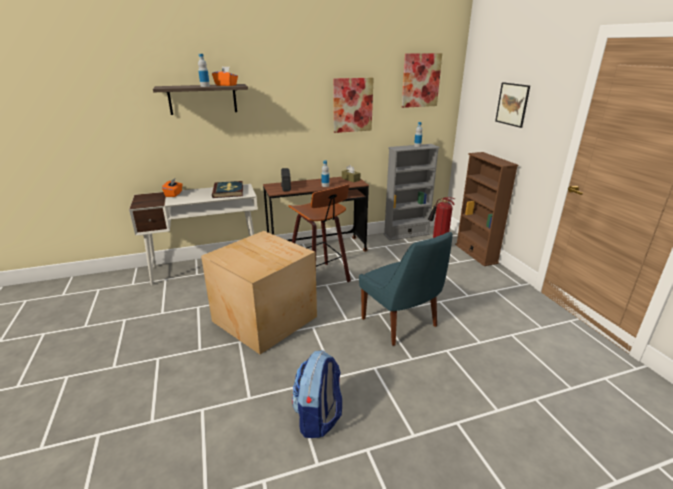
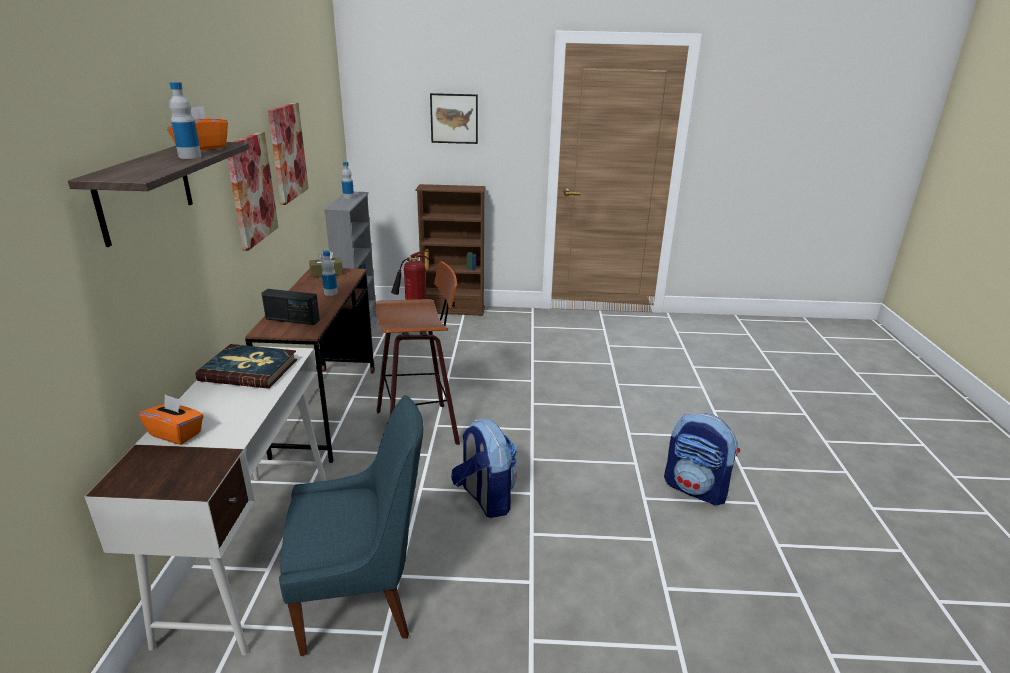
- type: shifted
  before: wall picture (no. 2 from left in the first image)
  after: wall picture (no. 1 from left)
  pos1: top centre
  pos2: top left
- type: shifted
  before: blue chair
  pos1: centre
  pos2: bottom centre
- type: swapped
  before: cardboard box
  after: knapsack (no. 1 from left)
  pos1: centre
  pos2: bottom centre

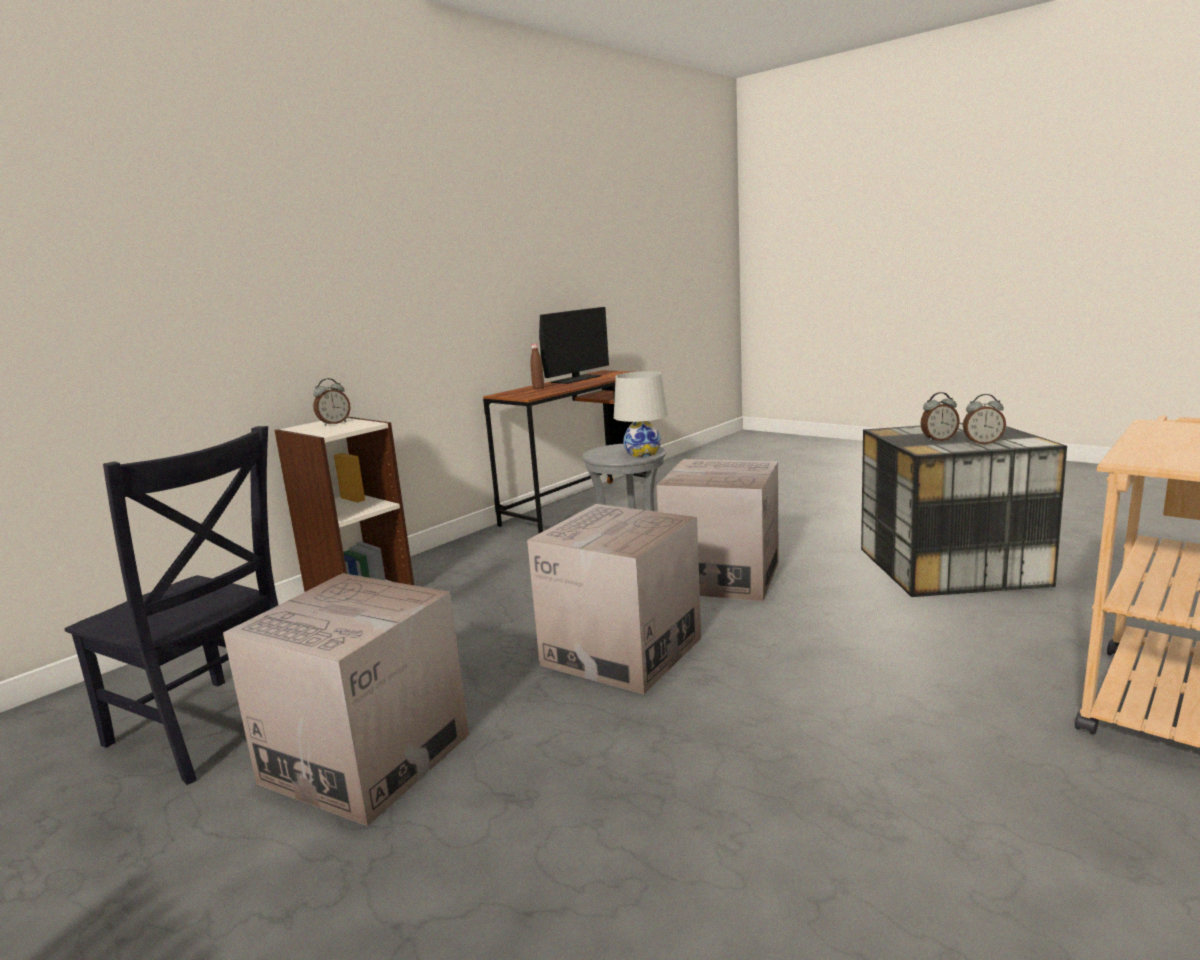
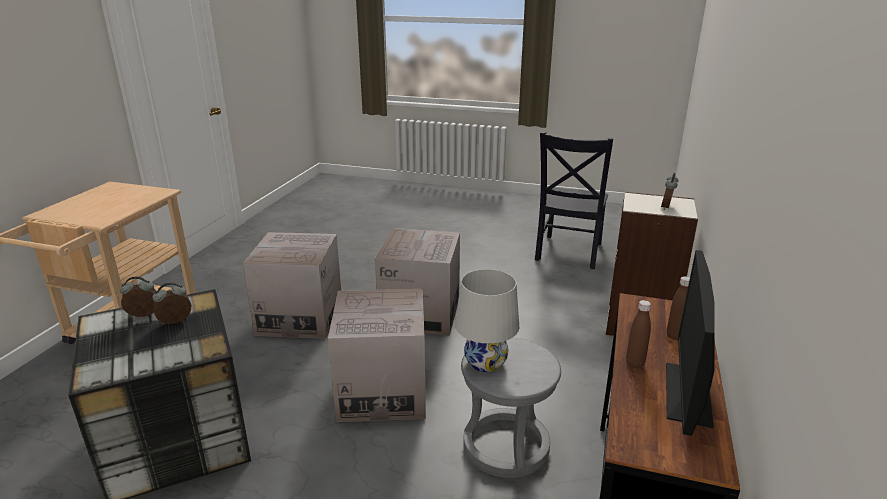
- type: shifted
  before: cardboard box (no. 1 from left)
  pos1: bottom left
  pos2: middle left
- type: rotated
  before: black-coloured chair
  pos1: middle left
  pos2: centre
  turn: -75
- type: new
  after: brown drink bottle (no. 1 from left)
  pos2: bottom right

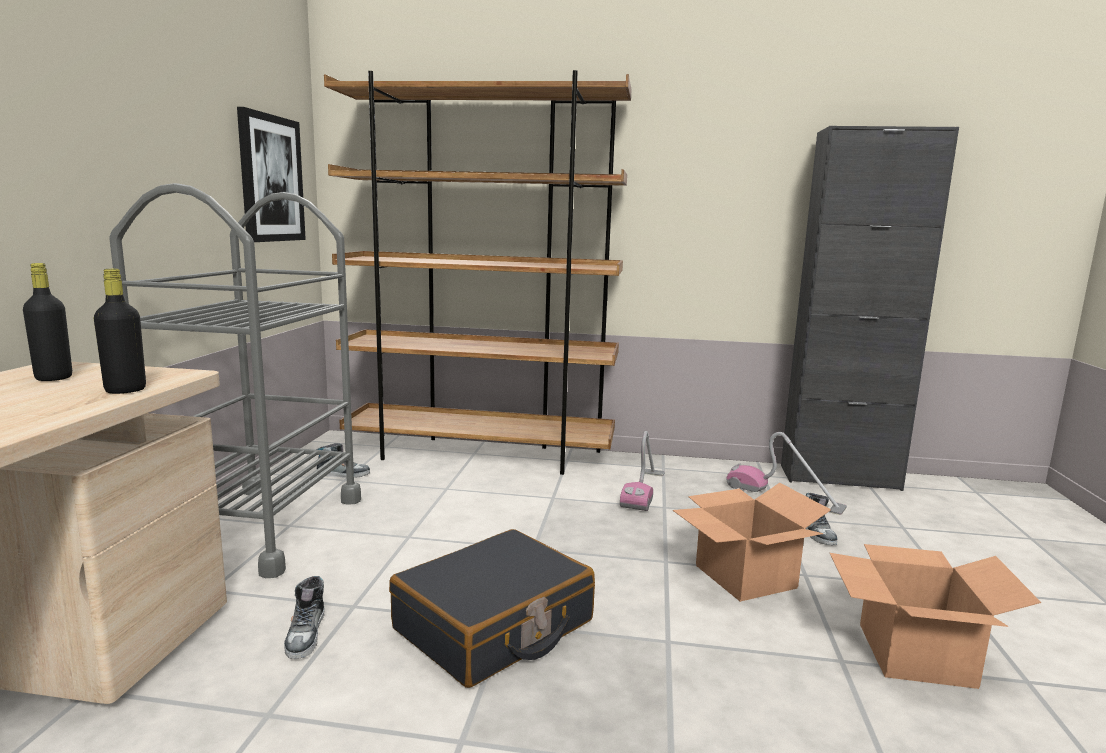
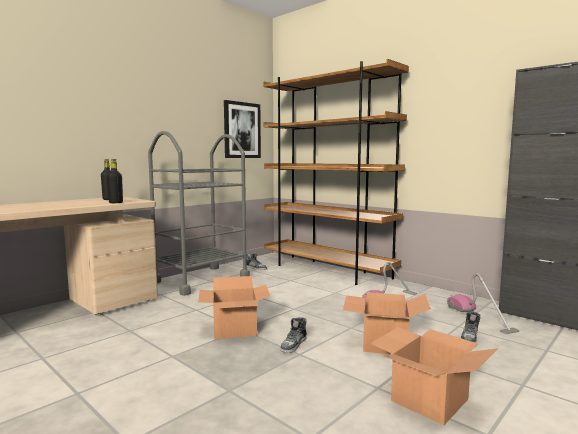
- type: swapped
  before: black-coloured piece of luggage
  after: cardboard box (no. 1 from left)
  pos1: bottom centre
  pos2: bottom centre
- type: shifted
  before: low shoe (no. 1 from left in the first image)
  after: low shoe (no. 2 from left)
  pos1: bottom left
  pos2: bottom centre

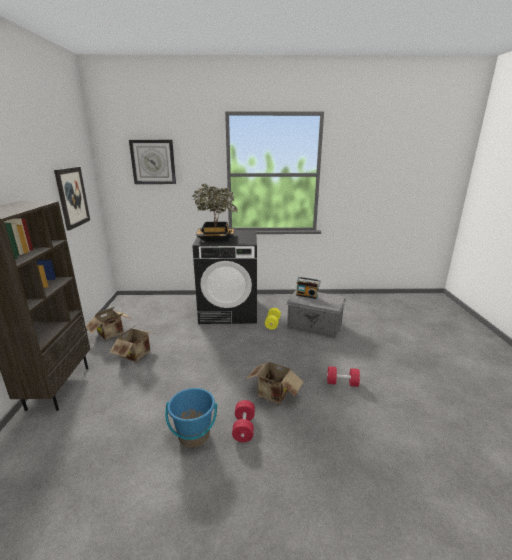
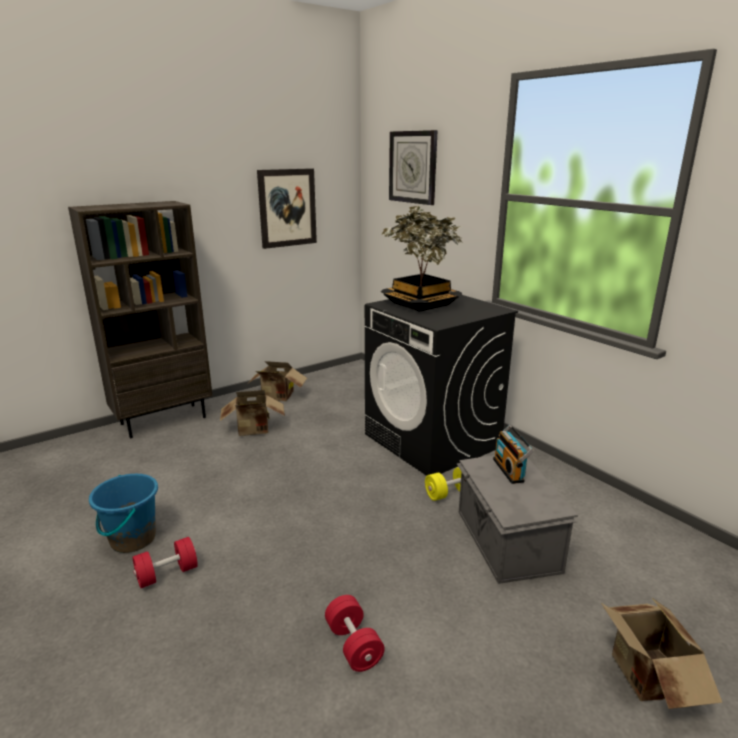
- type: shifted
  before: cardboard box (no. 3 from left)
  pos1: bottom centre
  pos2: bottom right

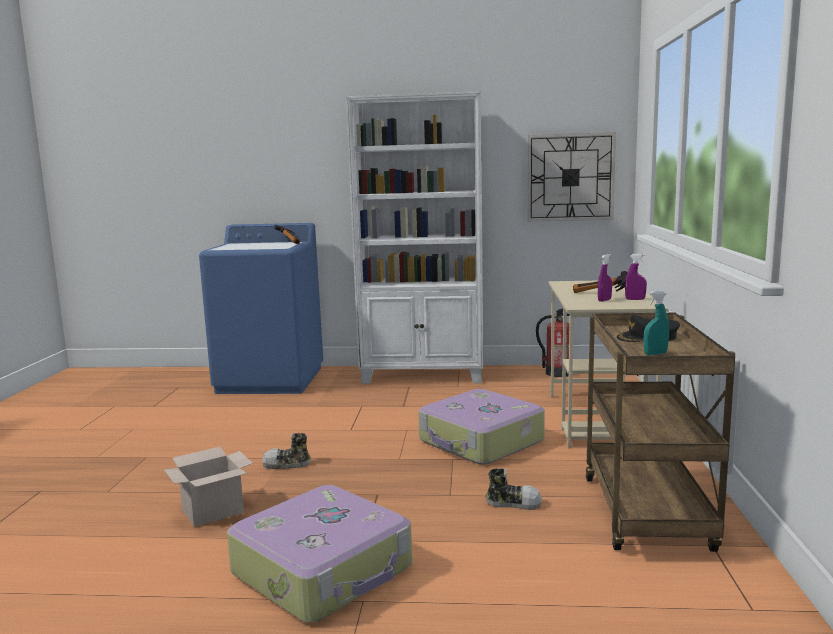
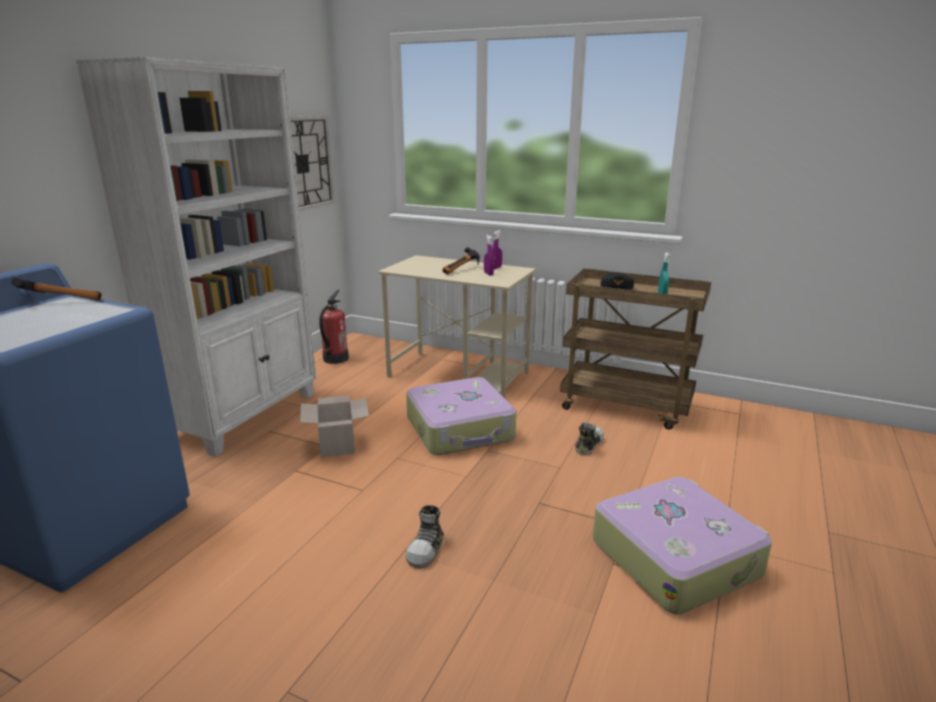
- type: shifted
  before: cardboard box
  pos1: bottom left
  pos2: centre

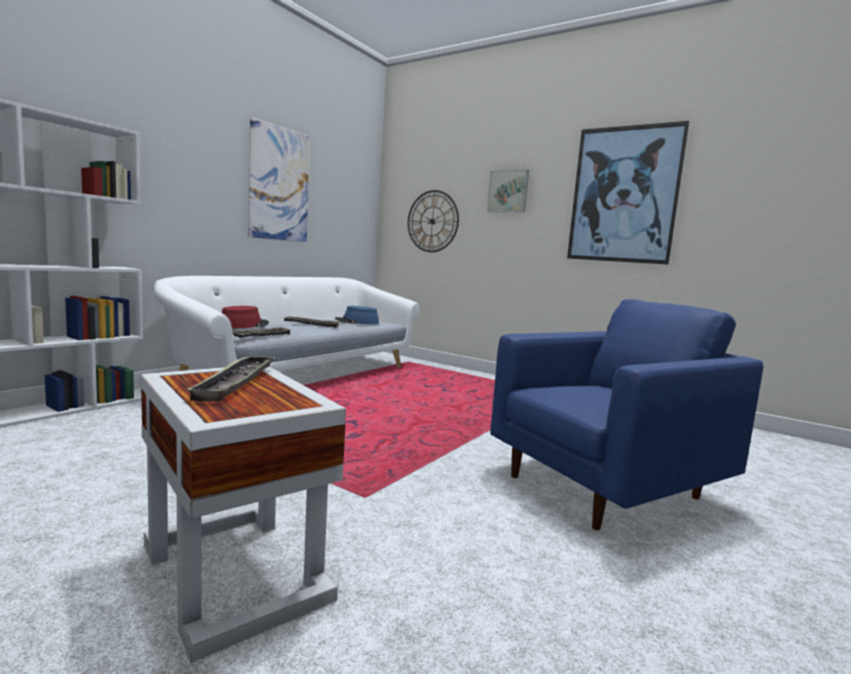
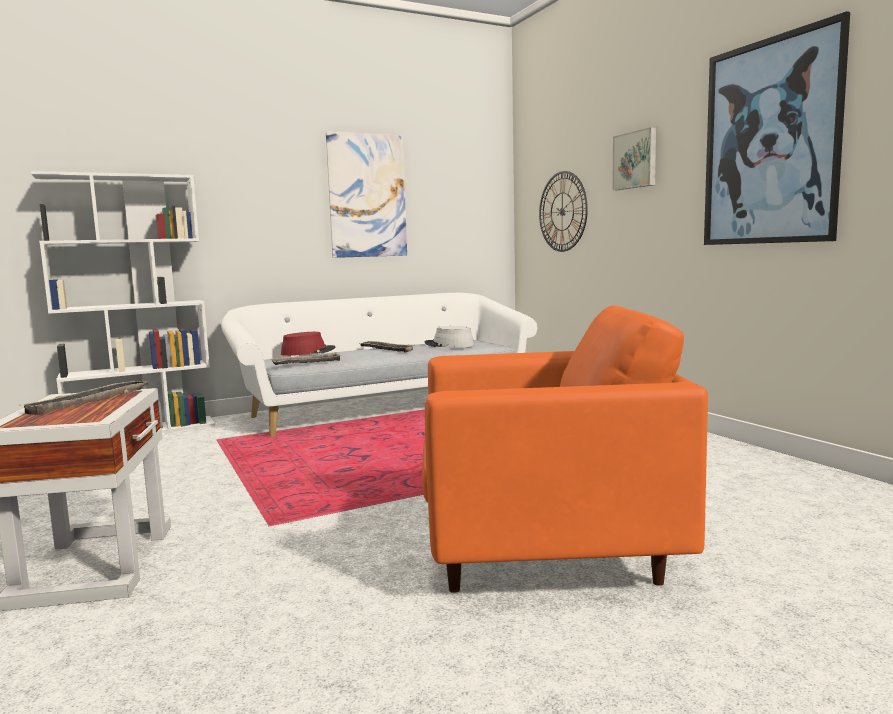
- type: repainted
  before: blue easy chair
  after: orange-coloured easy chair
  pos1: middle right
  pos2: centre
- type: repainted
  before: blue clothing hat
  after: grey clothing hat
  pos1: centre
  pos2: centre

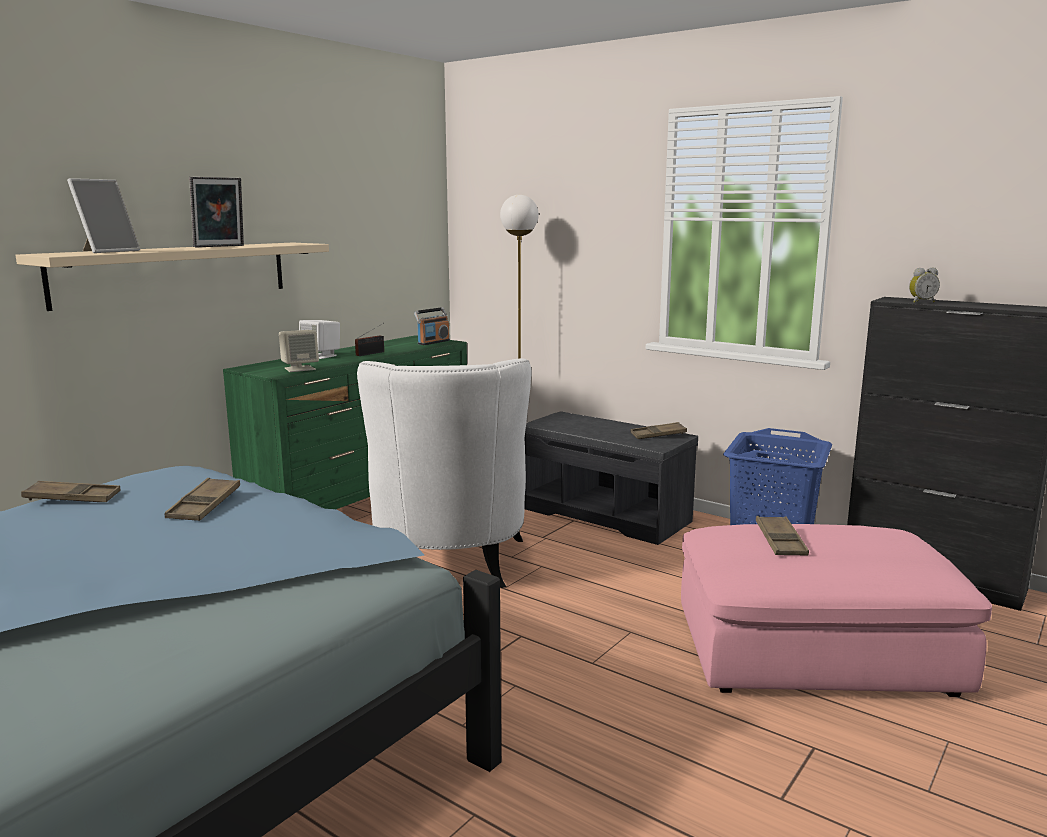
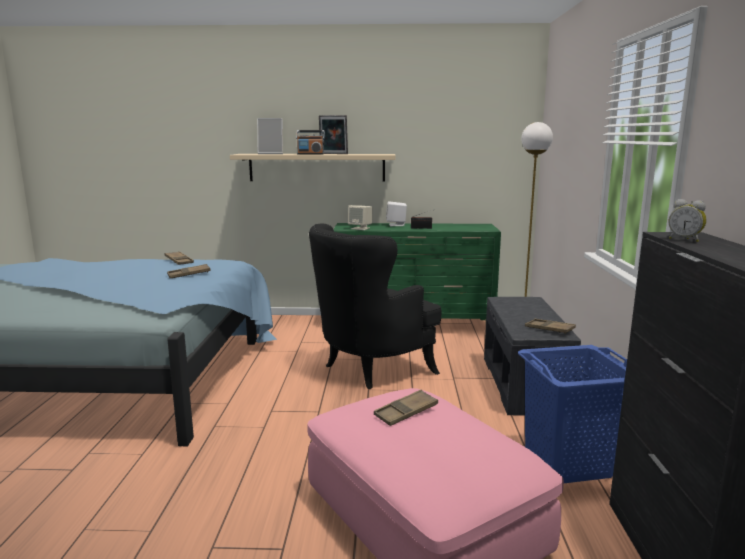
- type: shifted
  before: radio receiver (no. 2 from left in the first image)
  after: radio receiver (no. 1 from left)
  pos1: centre
  pos2: top centre
- type: repainted
  before: white-coloured easy chair
  after: black-coloured easy chair
  pos1: centre
  pos2: centre

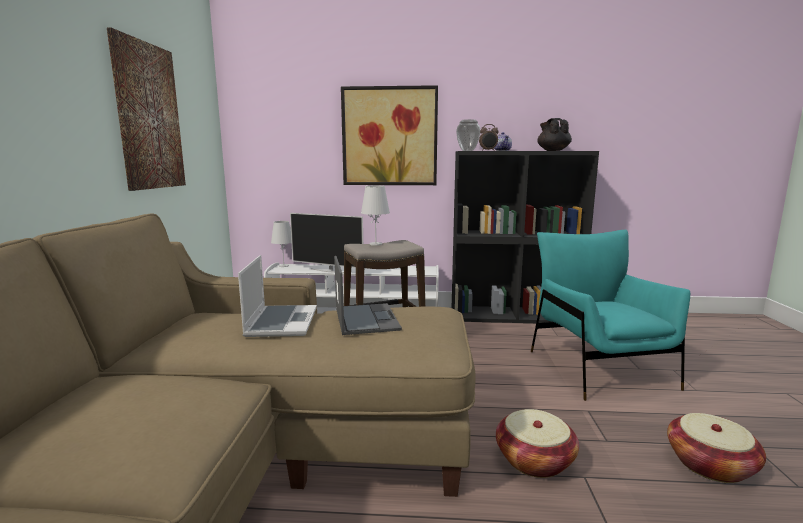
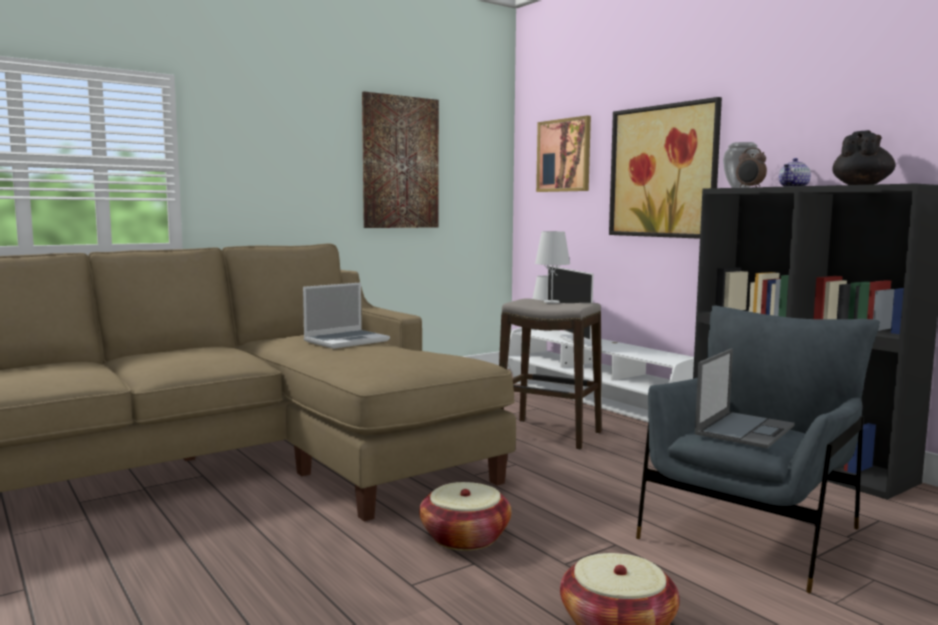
- type: new
  after: wall picture (no. 2 from left)
  pos2: top centre
- type: repainted
  before: turquoise-coloured easy chair
  after: grey easy chair
  pos1: middle right
  pos2: bottom right
- type: shifted
  before: laptop (no. 2 from left)
  pos1: centre
  pos2: middle right

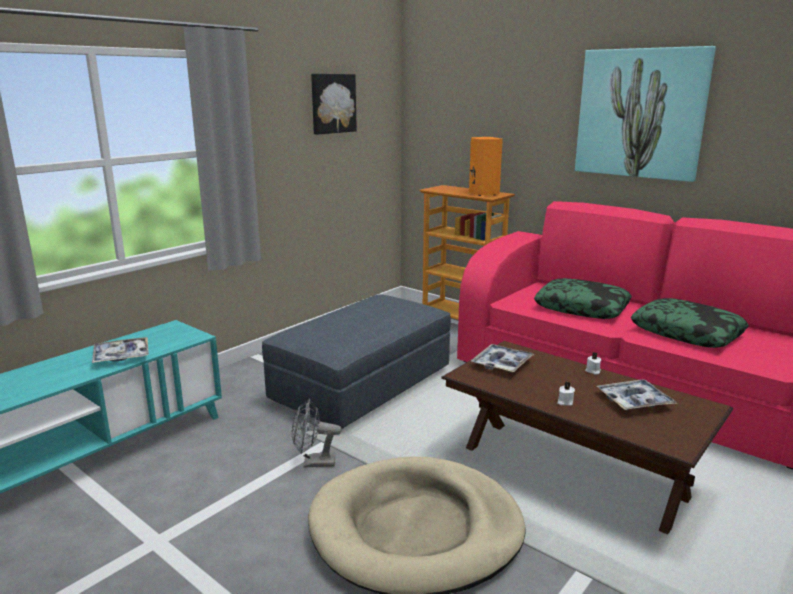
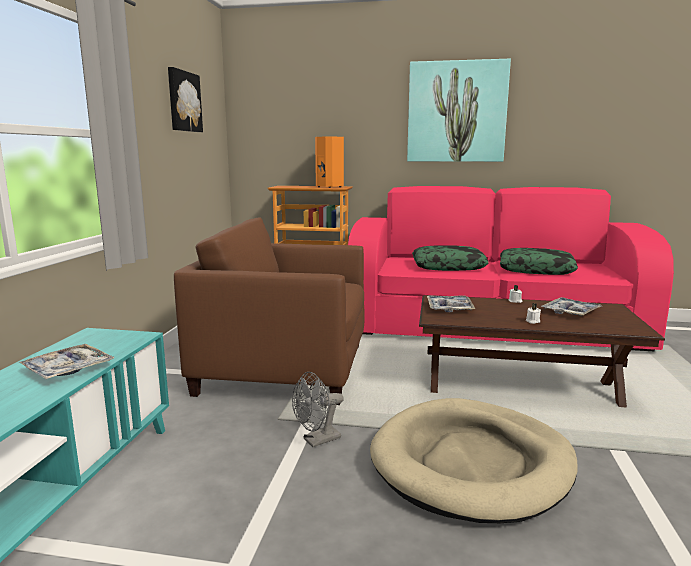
- type: swapped
  before: grey footrest
  after: brown easy chair
  pos1: centre
  pos2: centre

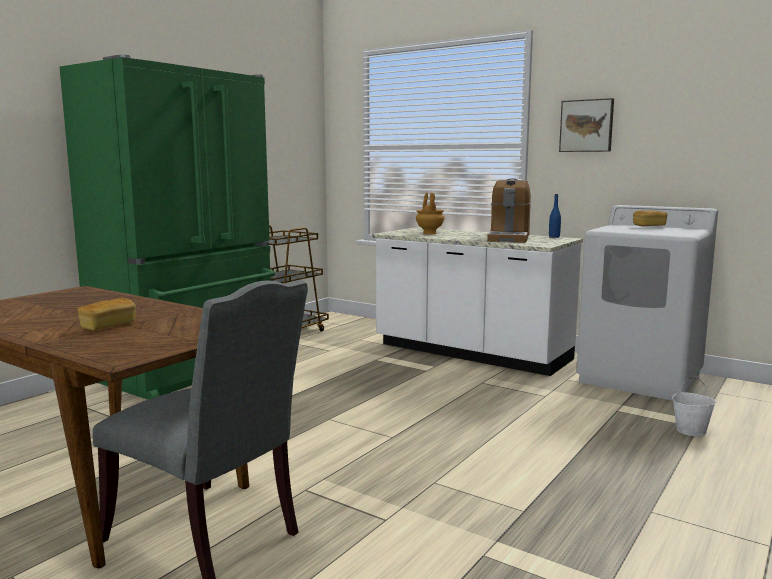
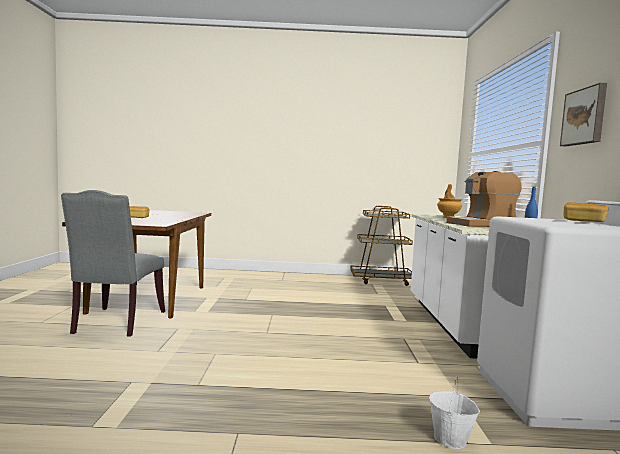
- type: gone
  before: green-coloured fridge
  pos1: middle left

